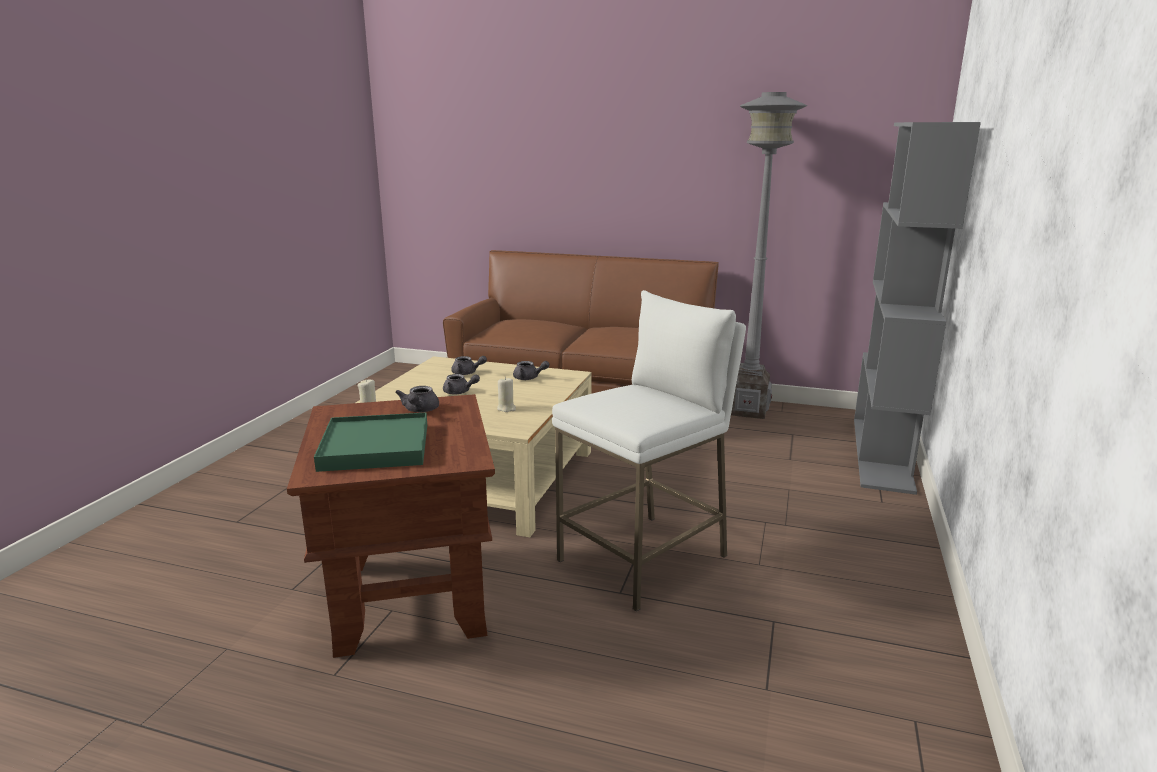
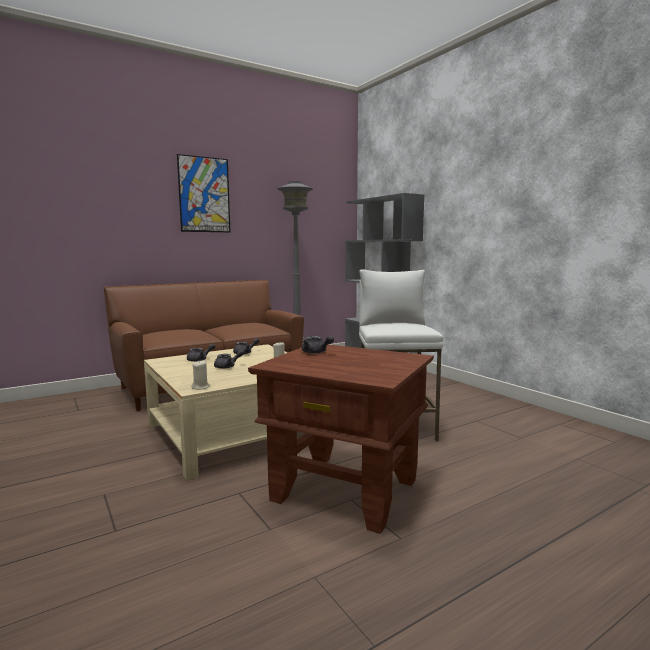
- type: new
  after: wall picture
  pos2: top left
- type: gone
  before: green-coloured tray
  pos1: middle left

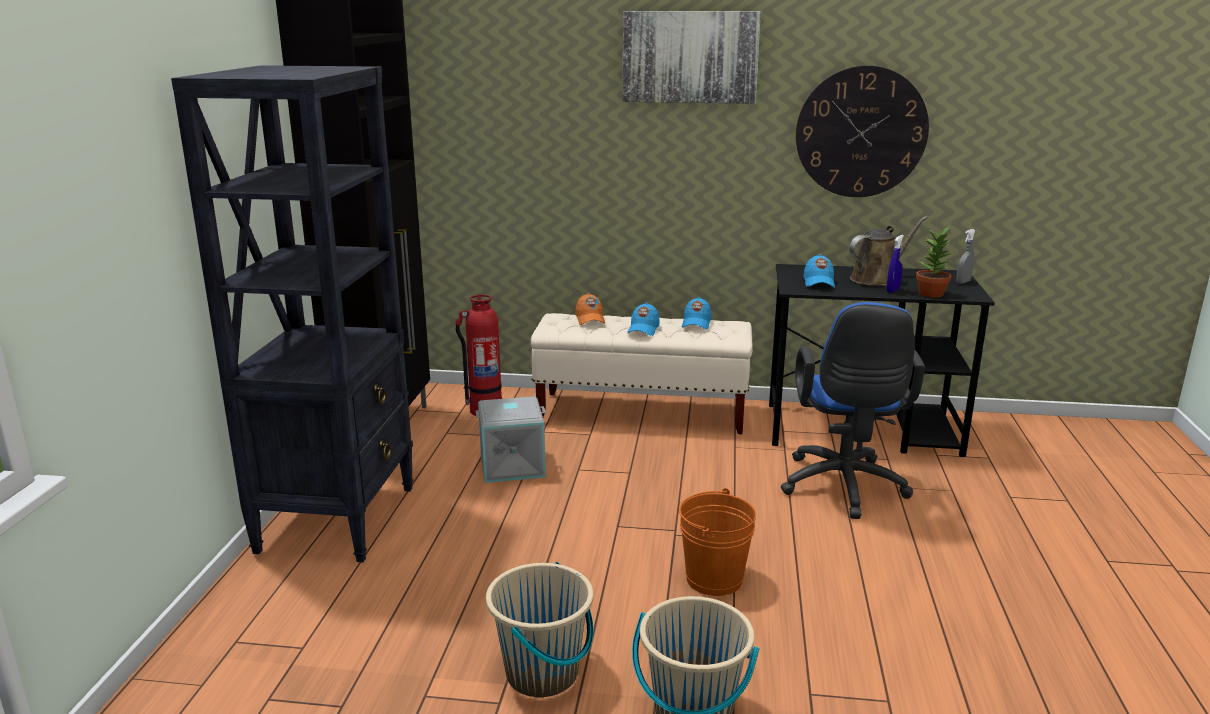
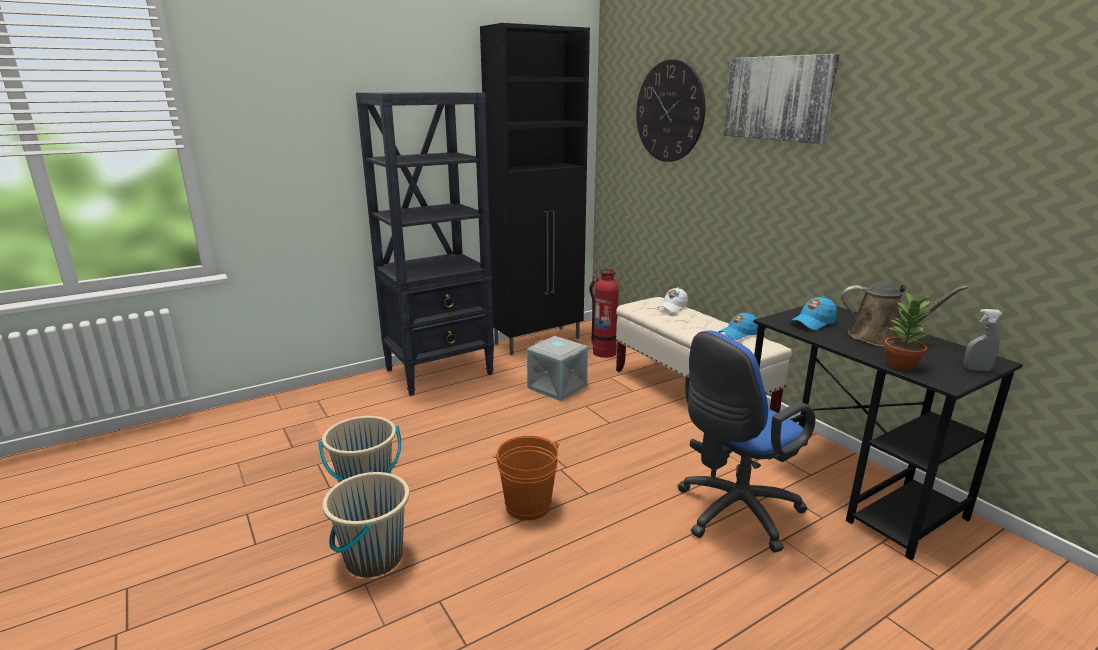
- type: shifted
  before: clock on the wall
  pos1: top right
  pos2: top centre
- type: repainted
  before: orange-coloured cap
  after: white-coloured cap
  pos1: centre
  pos2: centre
- type: gone
  before: blue cap (no. 1 from left)
  pos1: centre
- type: gone
  before: blue spray bottle
  pos1: middle right

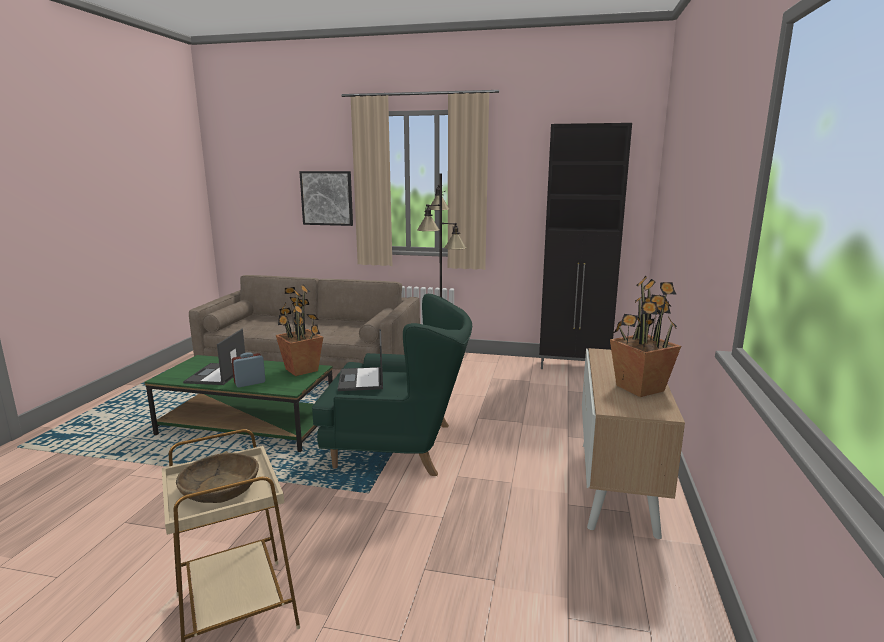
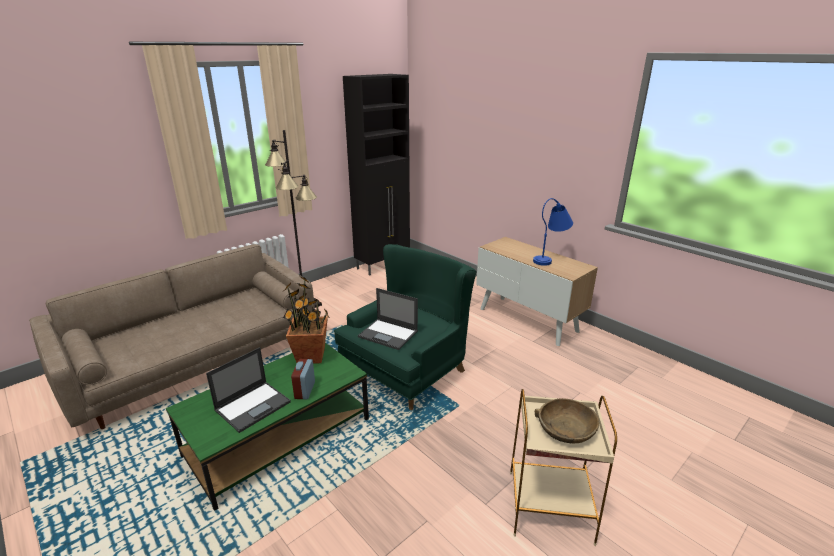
- type: rotated
  before: laptop (no. 1 from left)
  pos1: middle left
  pos2: bottom left
  turn: -90
- type: swapped
  before: houseplant (no. 2 from left)
  after: blue table lamp
  pos1: middle right
  pos2: centre
- type: gone
  before: wall picture
  pos1: top centre

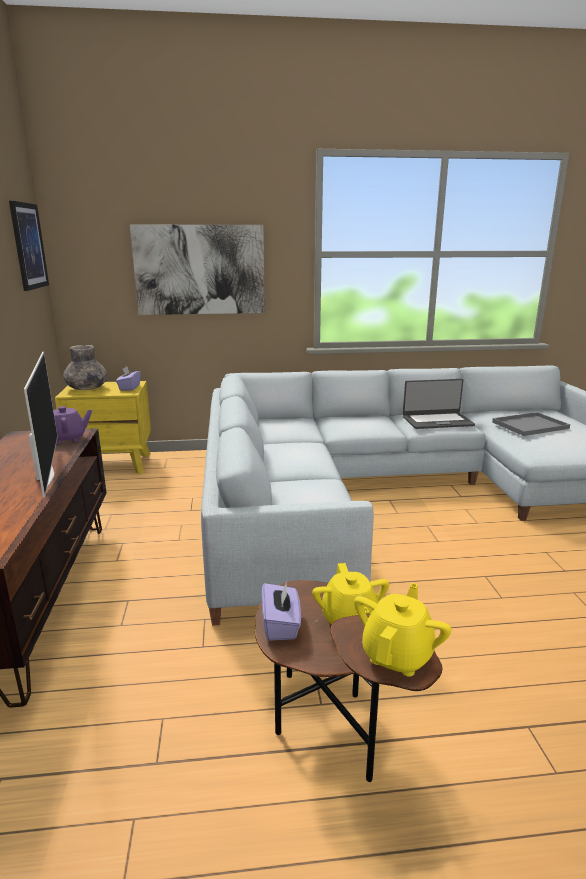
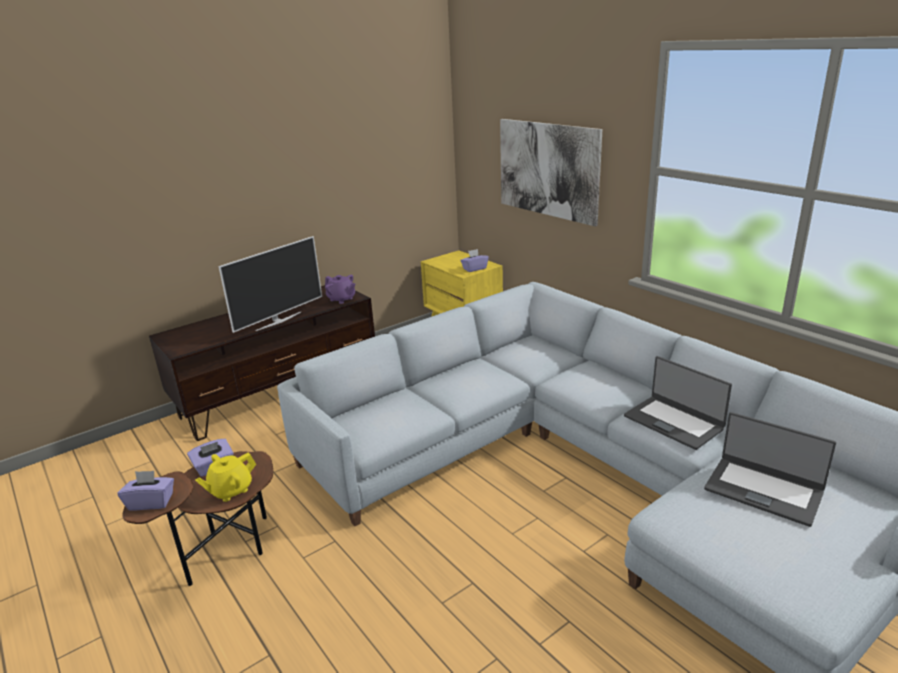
- type: swapped
  before: yellow-coloured pot for tea (no. 2 from left)
  after: purplish box of tissues (no. 1 from left)
  pos1: bottom right
  pos2: bottom left
- type: swapped
  before: grey tray
  after: laptop (no. 2 from left)
  pos1: middle right
  pos2: bottom right
- type: gone
  before: wall picture (no. 1 from left)
  pos1: top left
- type: gone
  before: grey vase
  pos1: middle left

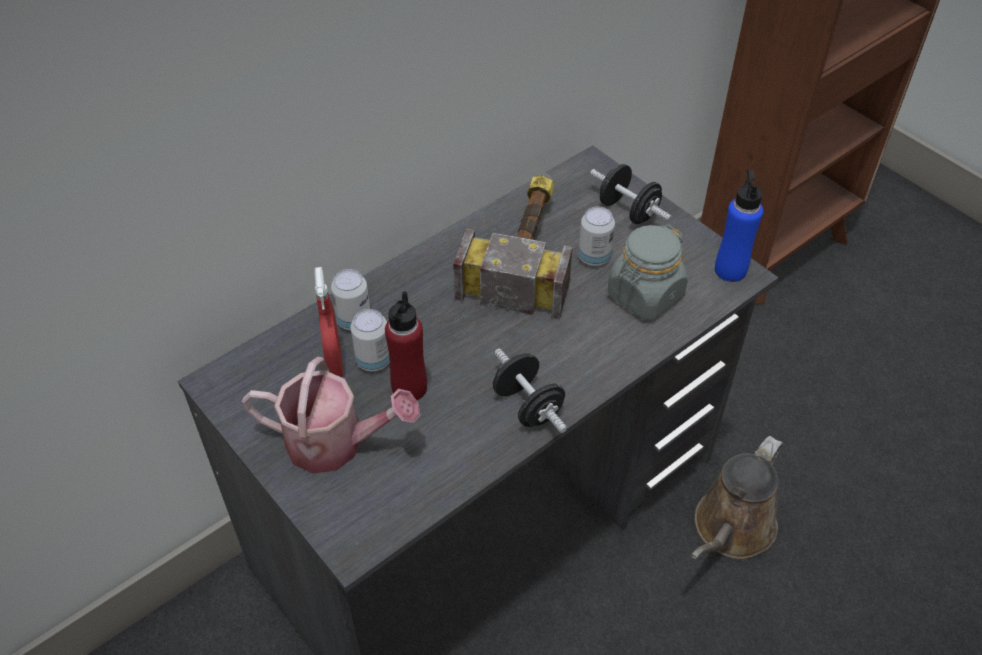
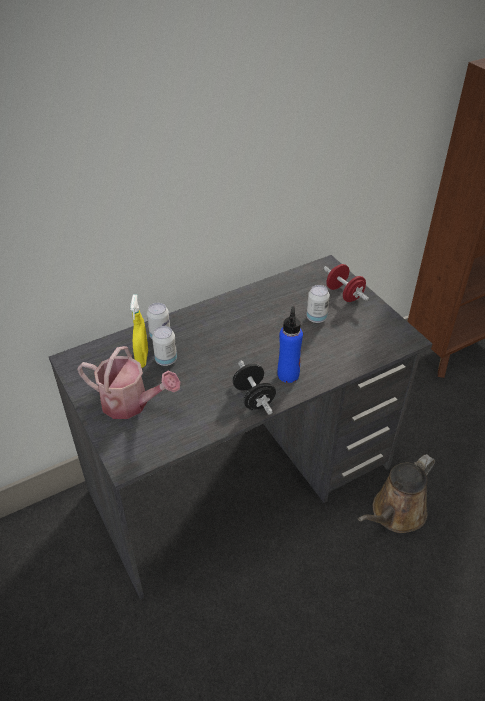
- type: repainted
  before: red spray bottle
  after: yellow-coloured spray bottle
  pos1: centre
  pos2: middle left
- type: shifted
  before: blue drink bottle
  pos1: middle right
  pos2: centre
- type: repainted
  before: black-coloured free weight (no. 2 from left)
  after: red free weight
  pos1: top centre
  pos2: middle right
- type: gone
  before: red drink bottle
  pos1: centre
- type: gone
  before: tool hammer
  pos1: centre
- type: gone
  before: grey preserve jar
  pos1: centre

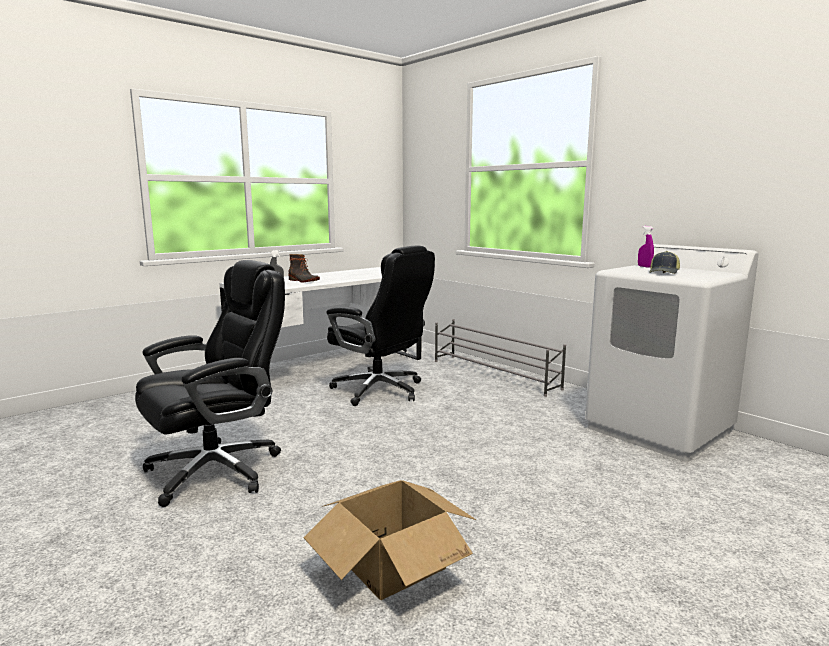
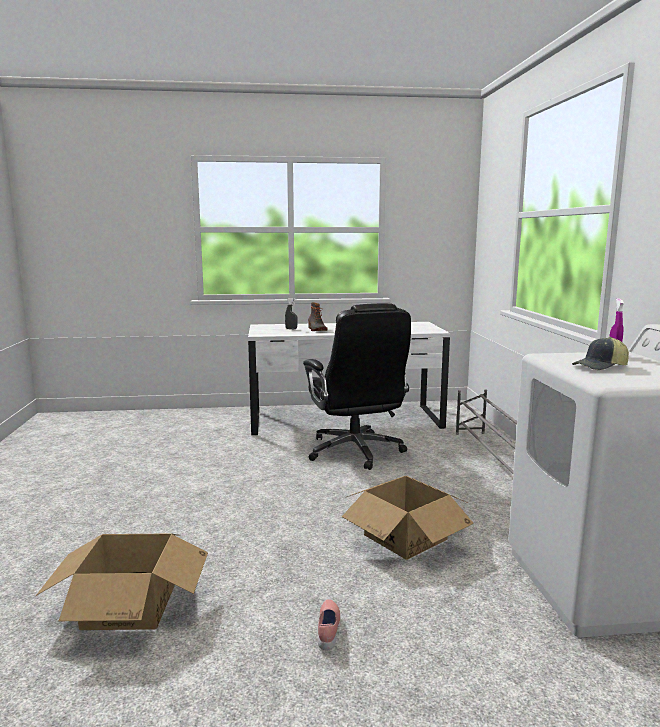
- type: new
  after: pink-coloured low shoe
  pos2: bottom centre
- type: new
  after: cardboard box (no. 2 from left)
  pos2: bottom centre
- type: gone
  before: black-coloured desk chair (no. 1 from left)
  pos1: middle left

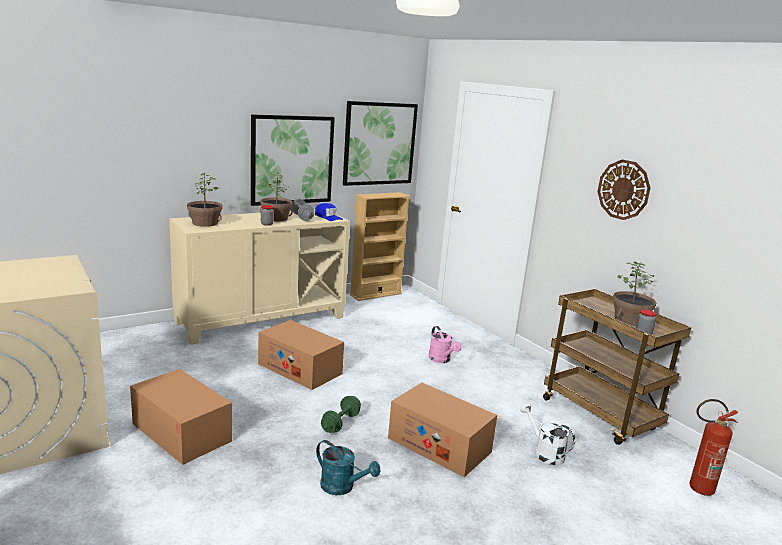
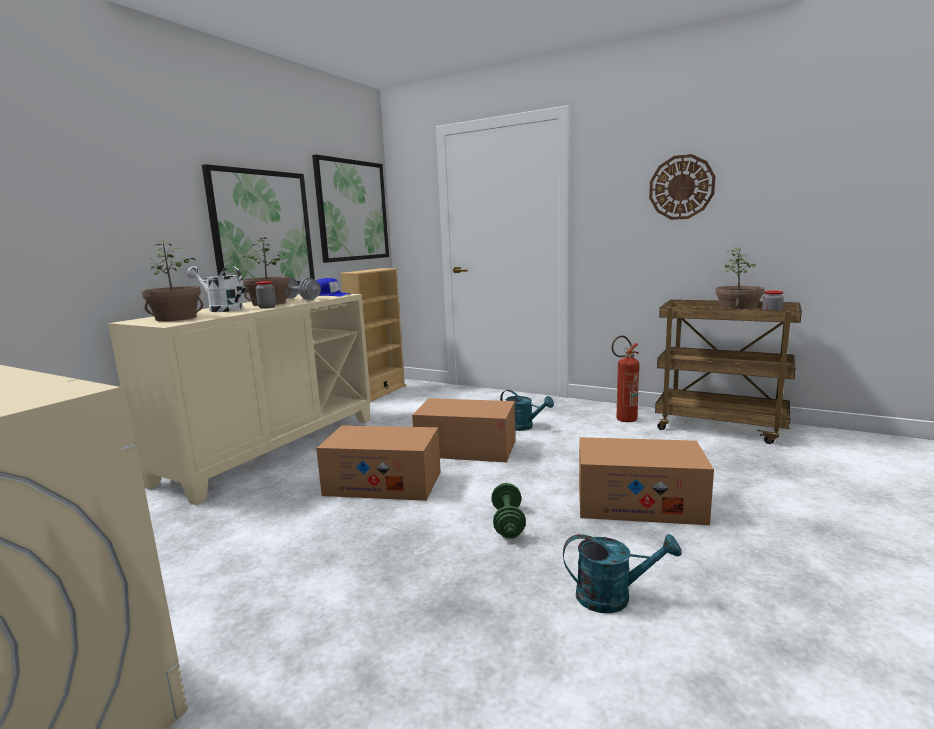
- type: shifted
  before: white-coloured watering can
  pos1: bottom right
  pos2: middle left
- type: shifted
  before: cardboard box (no. 1 from left in the first image)
  after: cardboard box (no. 2 from left)
  pos1: bottom left
  pos2: centre
- type: repainted
  before: pink-coloured watering can
  after: turquoise-coloured watering can (no. 1 from left)
  pos1: centre
  pos2: centre
- type: shifted
  before: extinguisher
  pos1: bottom right
  pos2: middle right

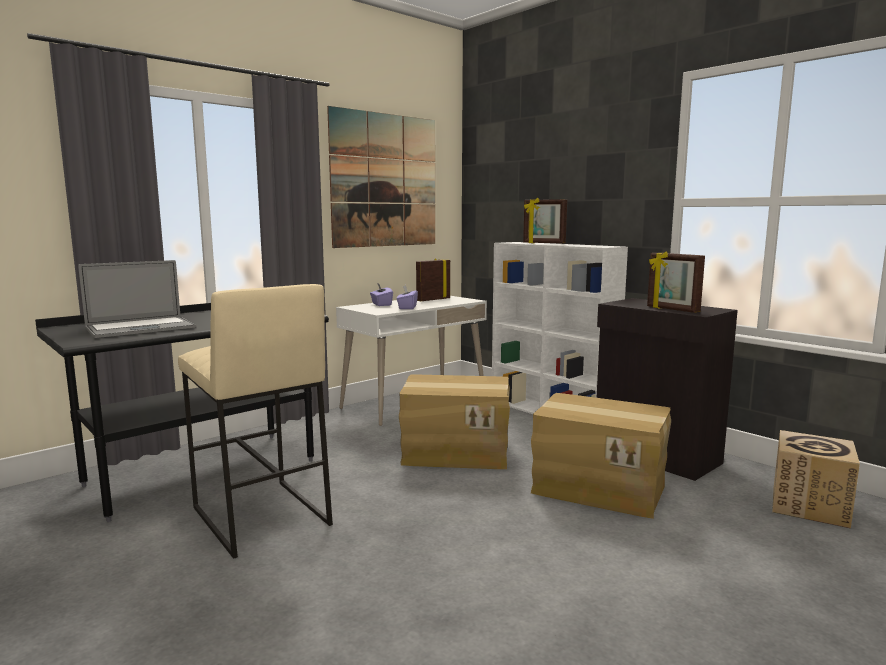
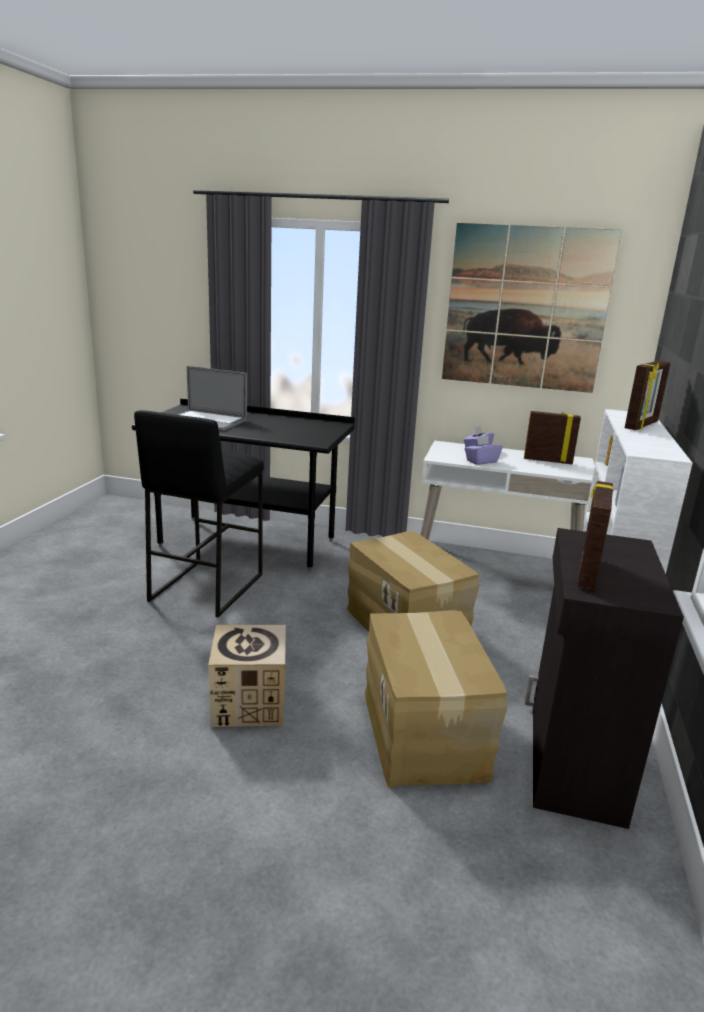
- type: repainted
  before: beige sitting stool
  after: black-coloured sitting stool
  pos1: middle left
  pos2: middle left
- type: shifted
  before: cardboard box (no. 3 from left in the first image)
  after: cardboard box (no. 1 from left)
  pos1: bottom right
  pos2: bottom centre
- type: rotated
  before: photo frame (no. 2 from left in the first image)
  pos1: top centre
  pos2: middle right
  turn: -135

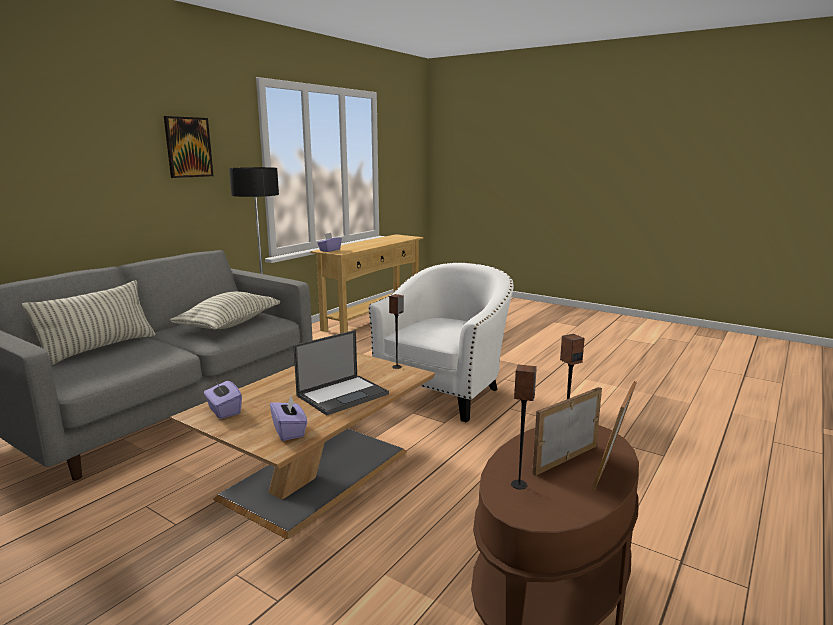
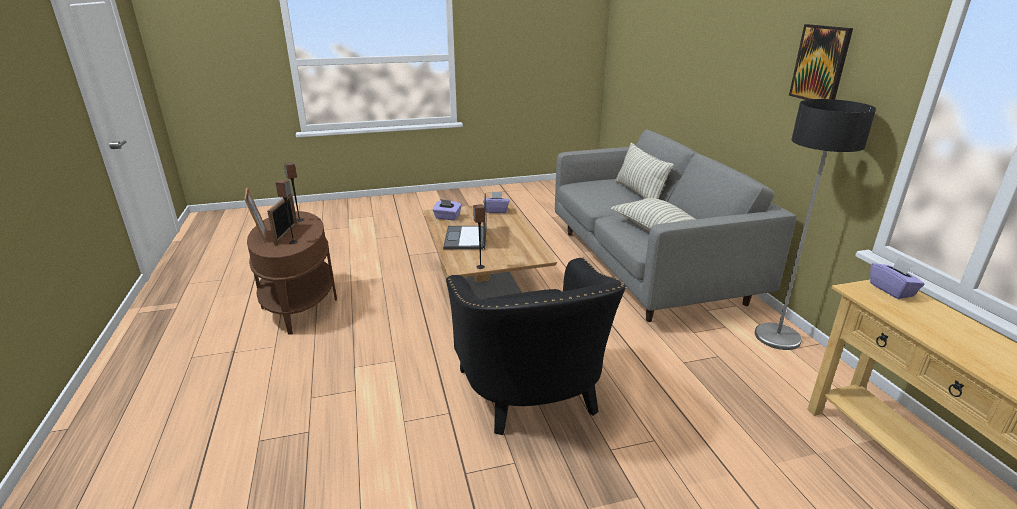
- type: repainted
  before: white-coloured easy chair
  after: black-coloured easy chair
  pos1: centre
  pos2: bottom centre

